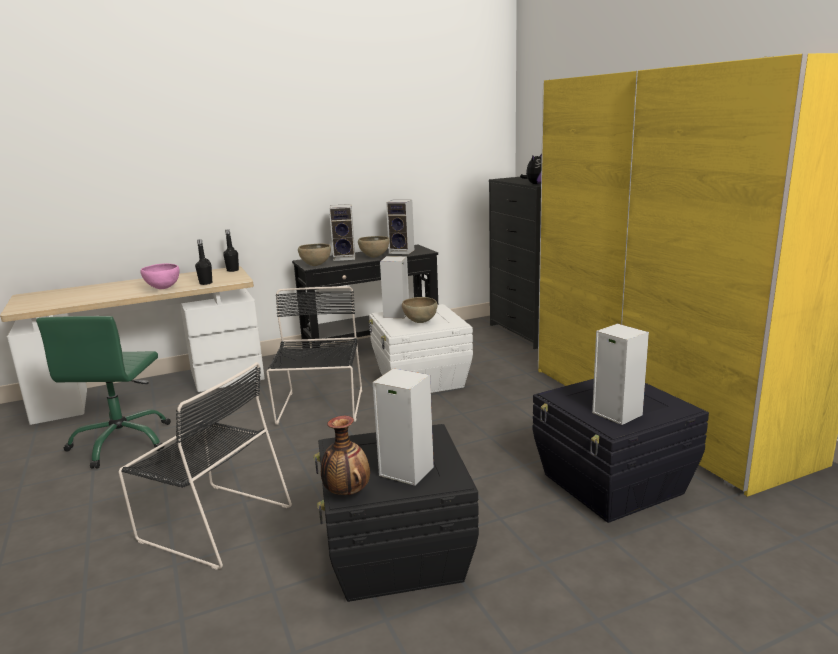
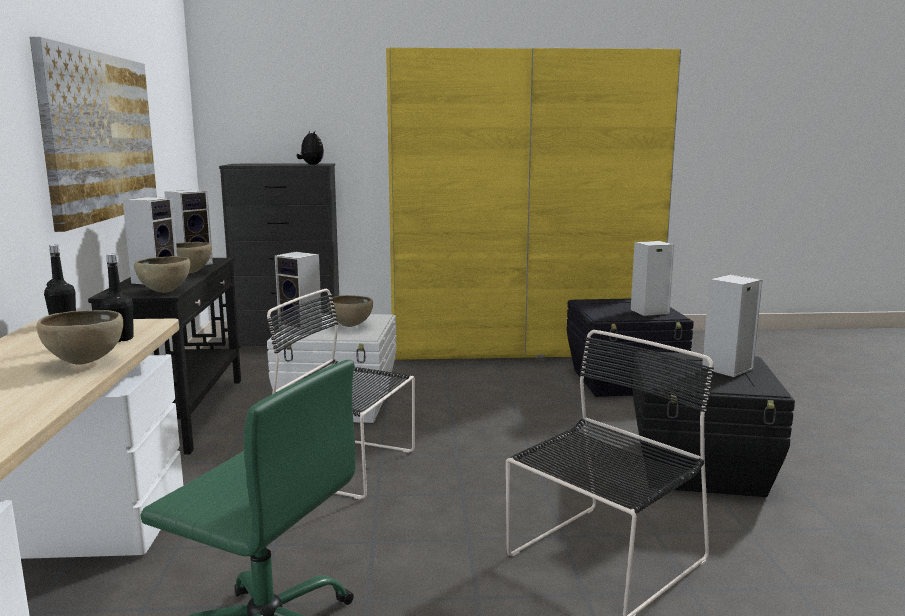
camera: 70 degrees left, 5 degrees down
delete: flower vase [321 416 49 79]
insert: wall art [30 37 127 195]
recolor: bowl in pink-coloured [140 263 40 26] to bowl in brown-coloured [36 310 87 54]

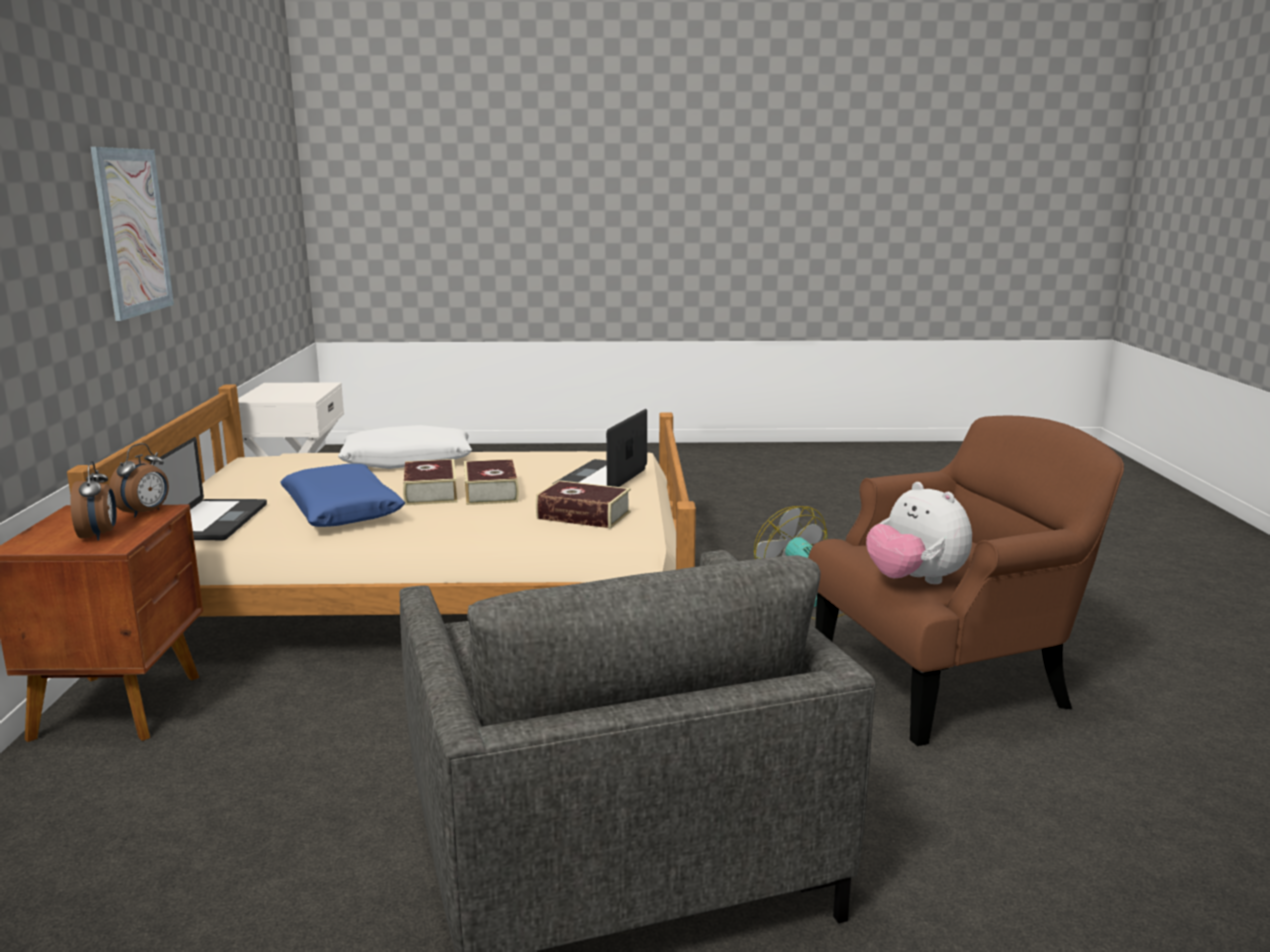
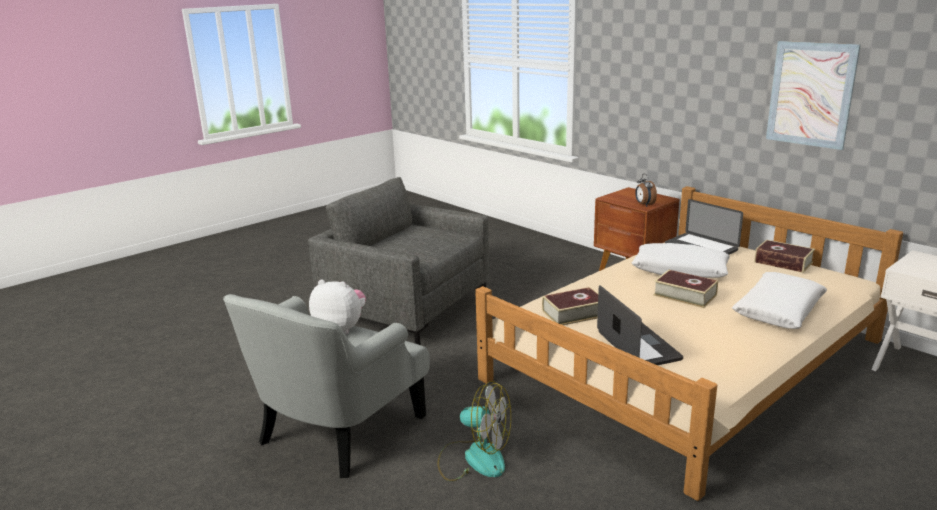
camera: 140 degrees right, 5 degrees up
delete: table clock [70 461 47 80]
move: book [464 459 55 46] to [754 240 61 33]
recolor: throw pillow in blue-coloured [280 464 125 63] to throw pillow in white-coloured [632 243 98 35]; armchair in brown-coloured [808 416 316 330] to armchair in greyish [223 294 207 184]

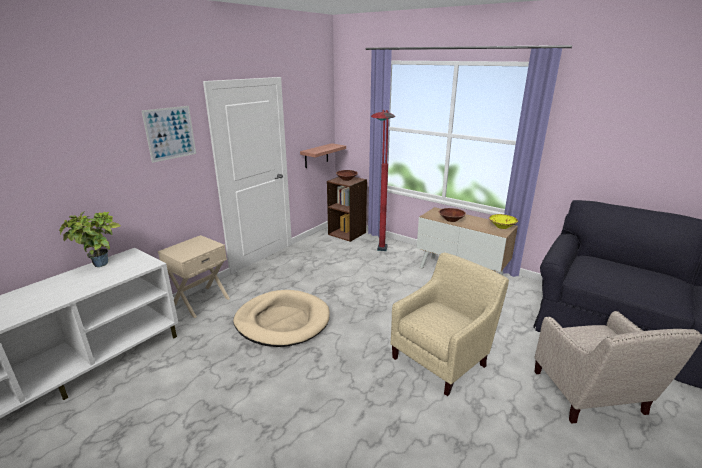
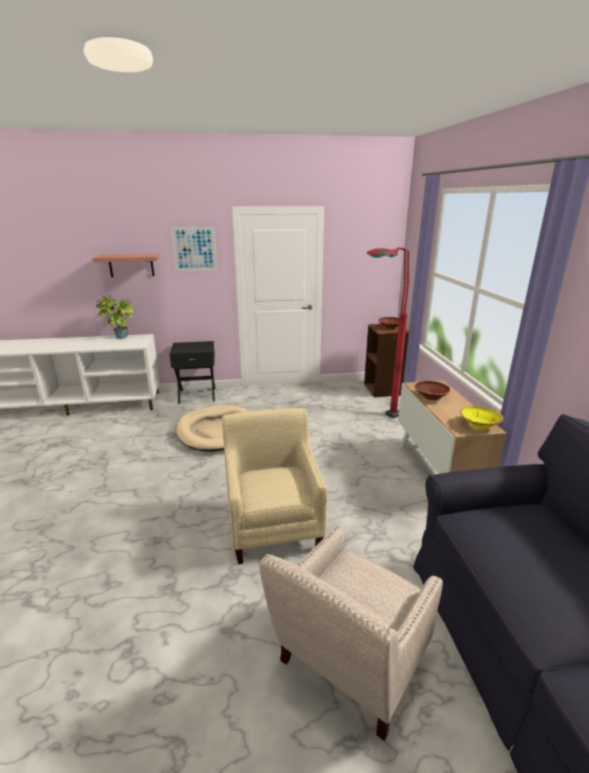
camera: 45 degrees right, 0 degrees up
move: bracket shelf [300 143 46 25] to [92 254 68 23]
recolor: bedside table in sand-coloured [158 235 72 83] to bedside table in black-coloured [170 341 45 63]
rotate: armchair in sand-coloured [390 252 119 144] = [222 408 105 156] 105 degrees counterclockwise

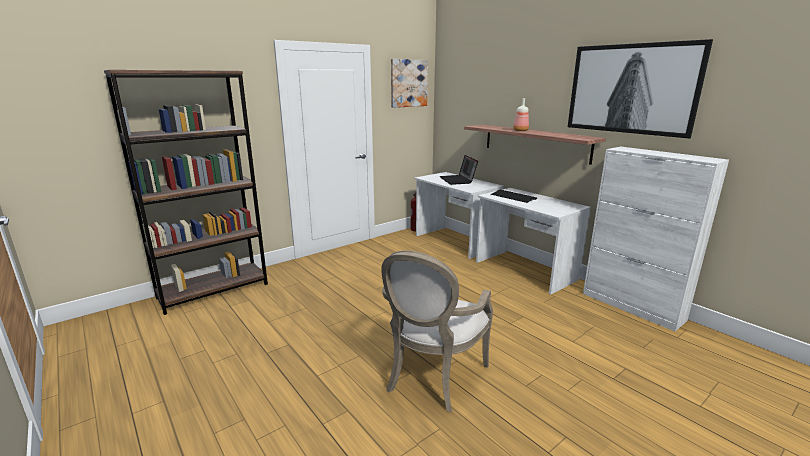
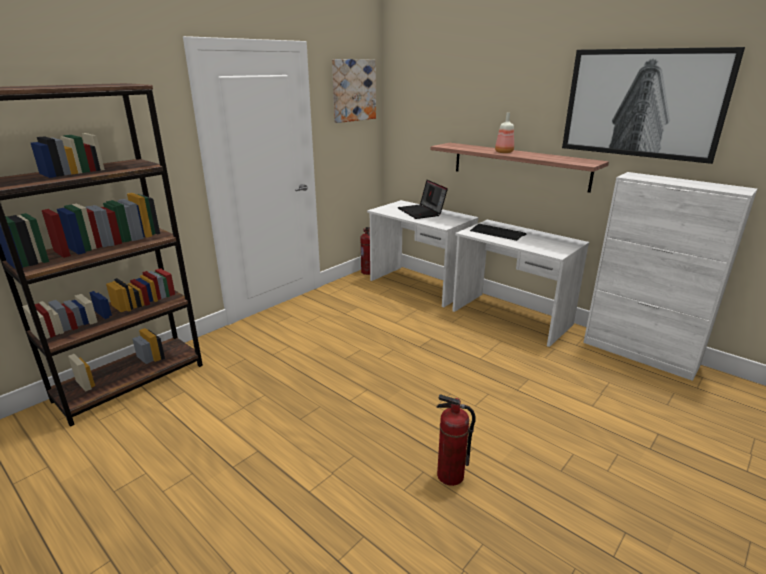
camera: 10 degrees left, 5 degrees up
replace: armchair [381 250 112 162] to fire-fighting cylinder [436 394 40 92]

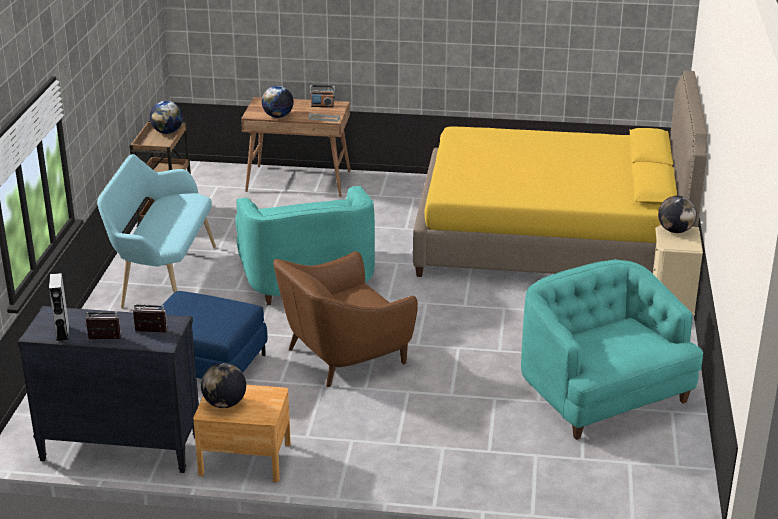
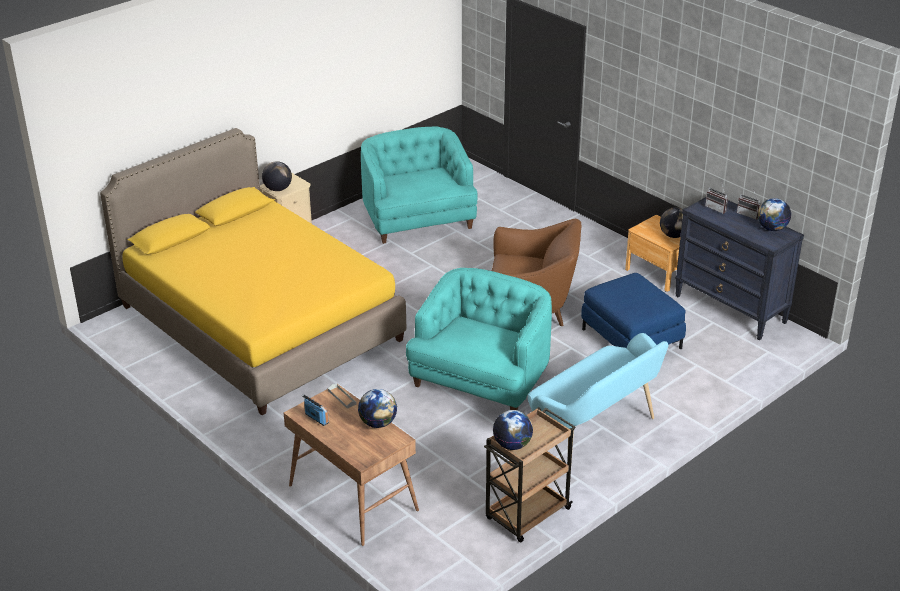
camera: 140 degrees left, 5 degrees up
replace: audio speaker in greyish [49 273 20 69] to world globe [758 198 33 33]
rotate: armchair in turquoise-coloured [521 259 182 181] = [361 126 117 118] 150 degrees clockwise

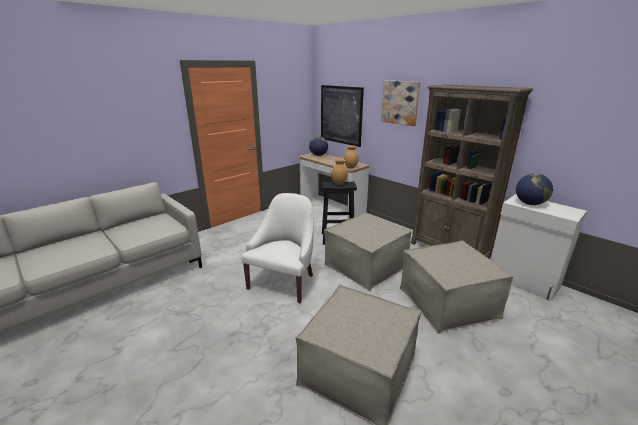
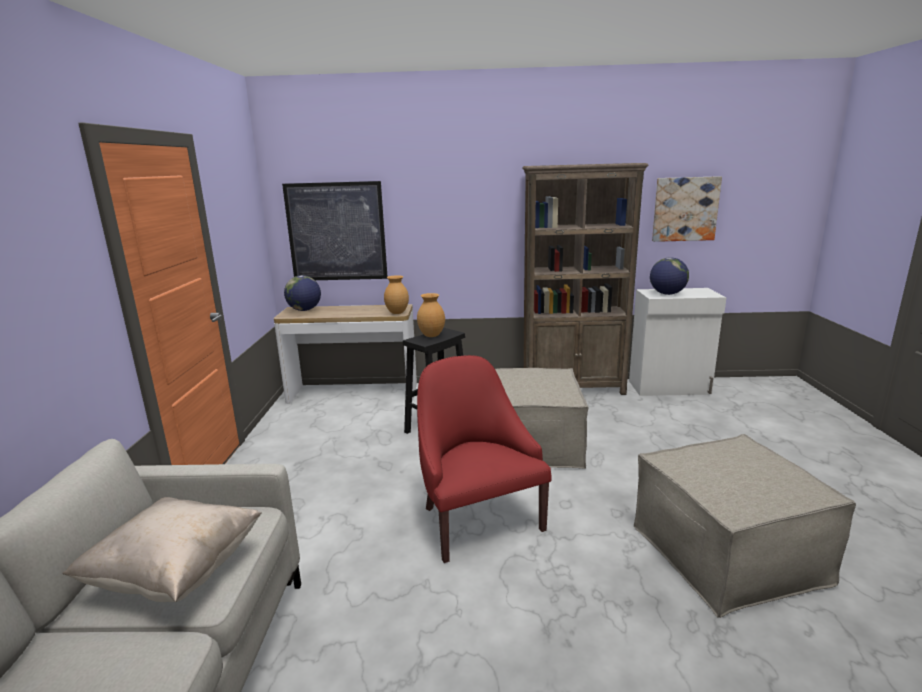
camera: 45 degrees left, 5 degrees down
delete: footrest in sand-coloured [400 240 113 94]
insert: throw pillow in sand-coloured [63 497 199 105]
move: wall art [381 80 40 46] to [652 176 70 66]
recolor: armchair in white-coloured [242 193 72 110] to armchair in reddish [417 355 135 208]

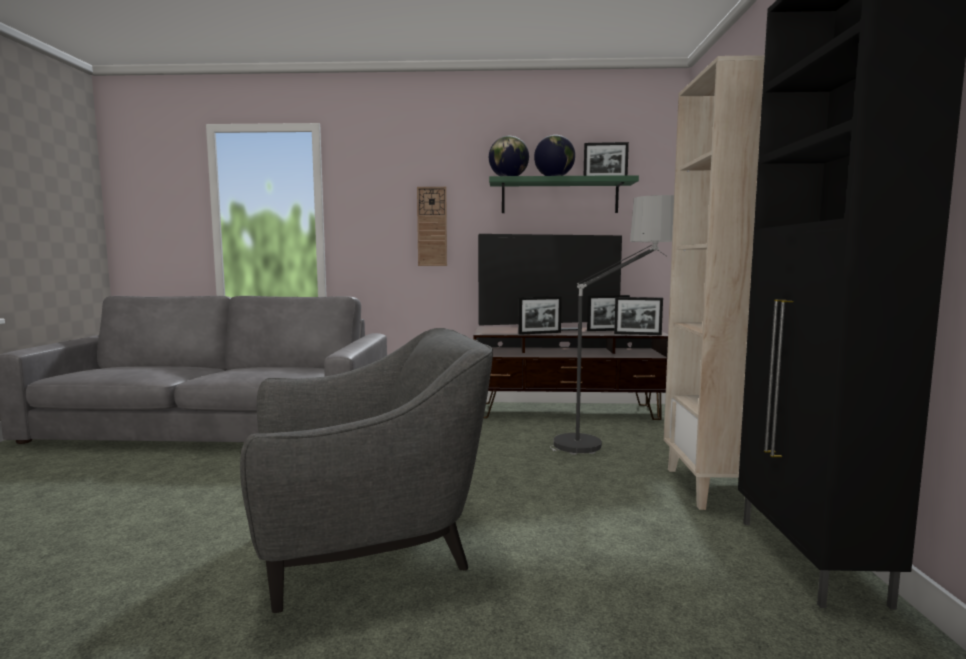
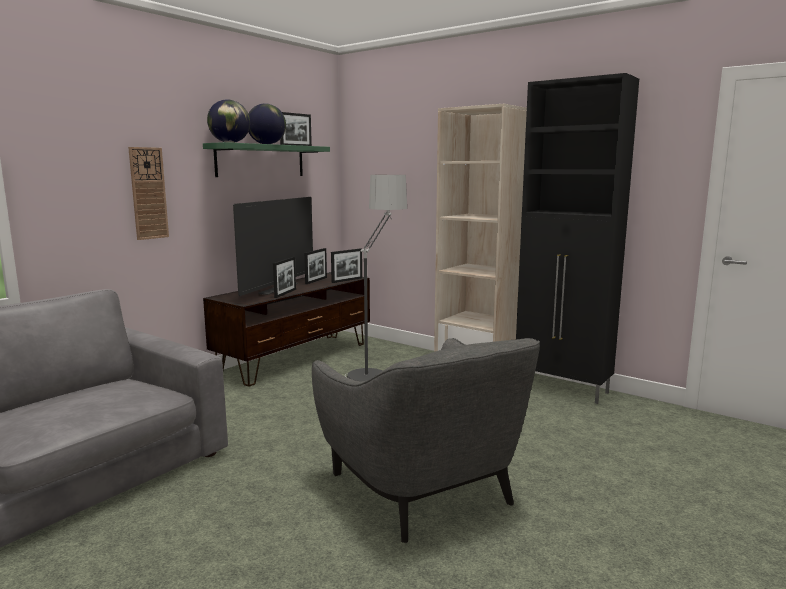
camera: 55 degrees left, 5 degrees up
rotate: armchair in greyish [240 328 253 285] = [312 338 228 205] 135 degrees clockwise

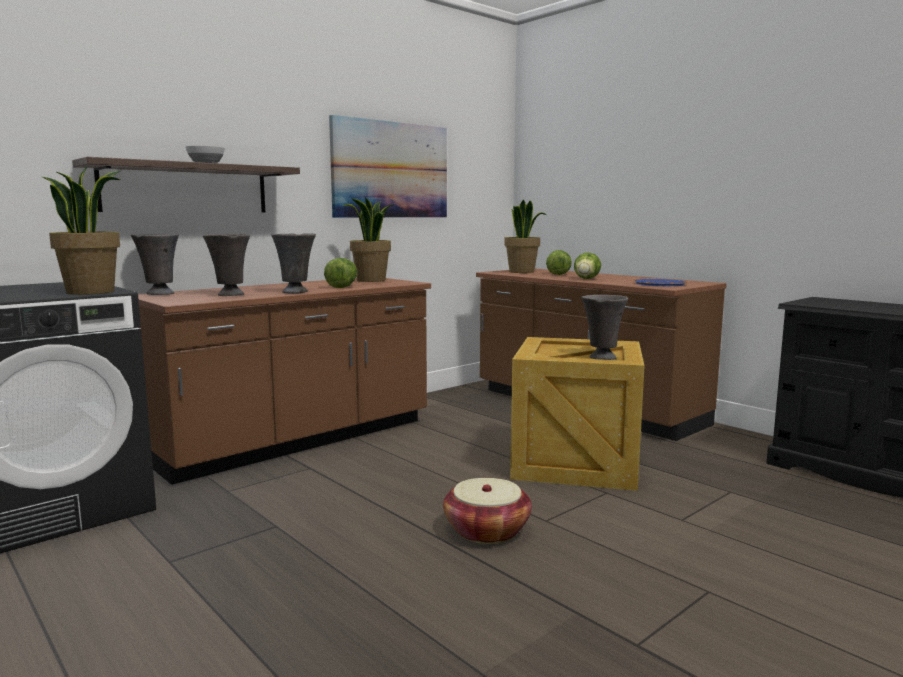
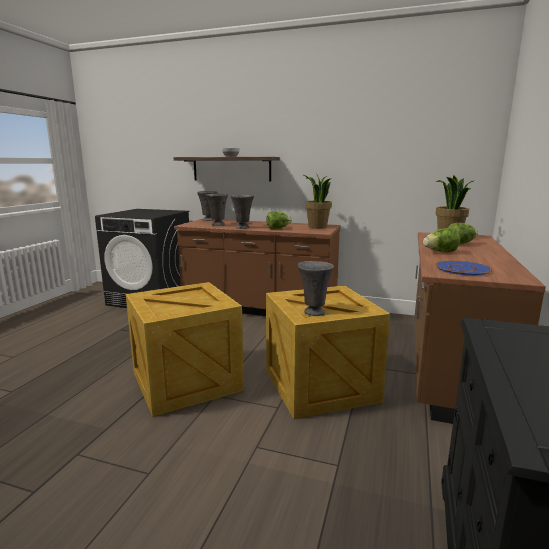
camera: 60 degrees right, 5 degrees up
delete: plant in a pot [42 167 78 128]; wall art [329 115 118 103]
replace: storage basket [443 478 89 66] to packing crate [126 282 118 135]

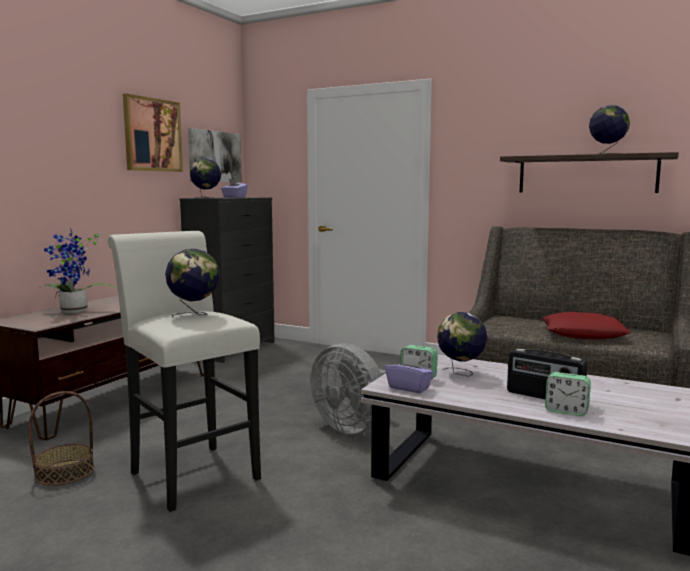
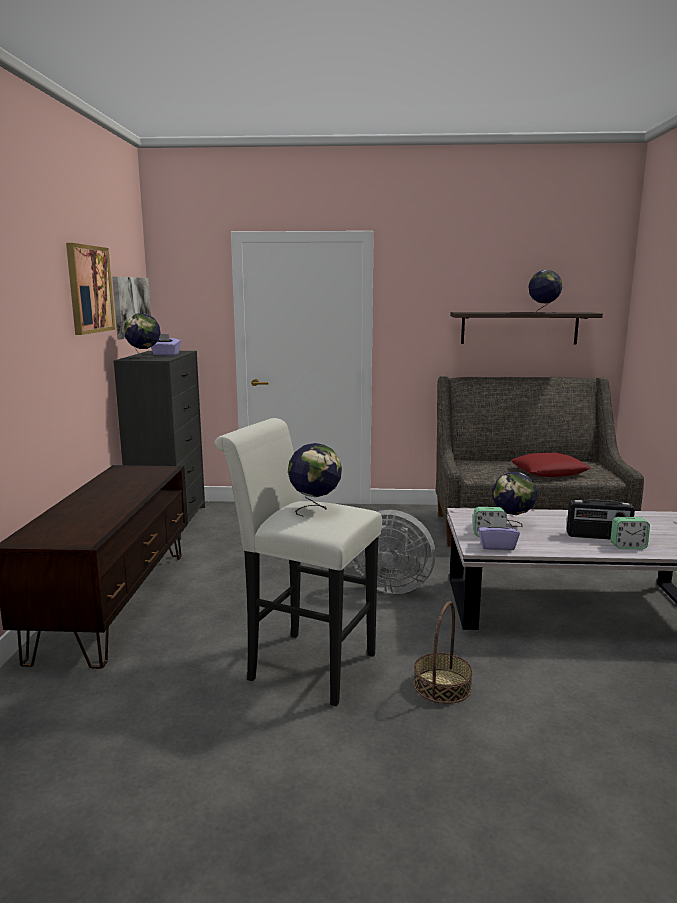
camera: 25 degrees left, 5 degrees up
delete: plant in a pot [39 228 78 85]
move: storage basket [28 391 66 95] to [414 601 59 103]

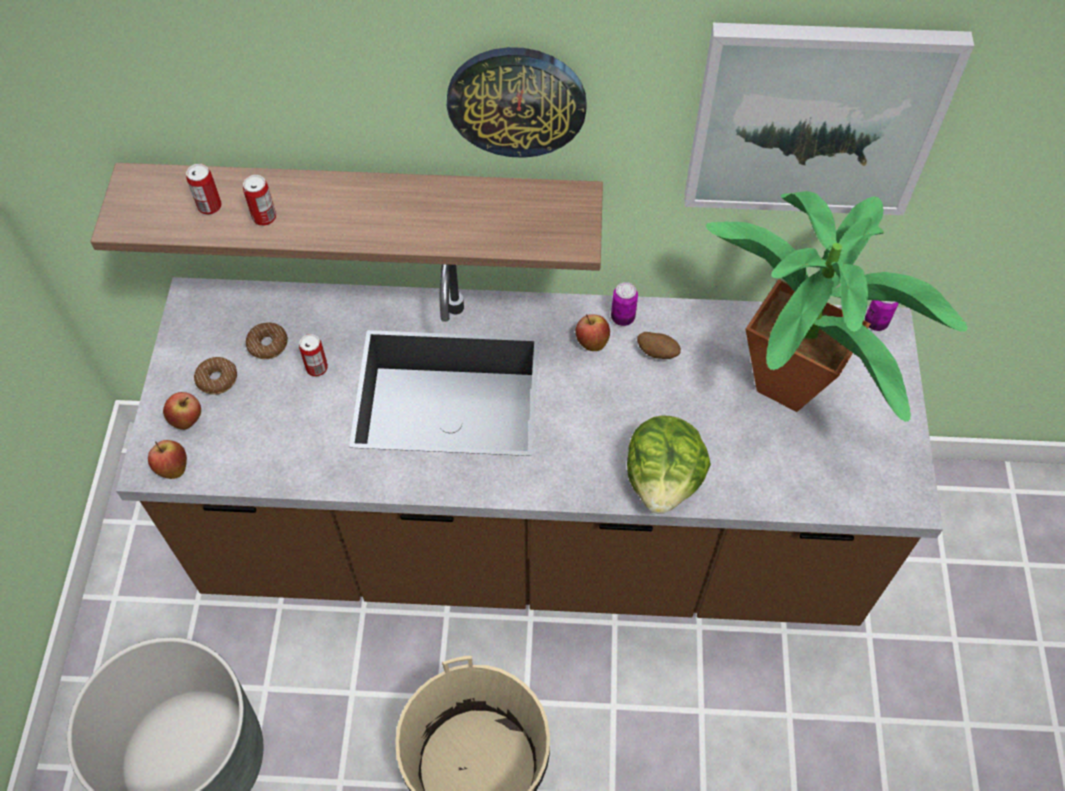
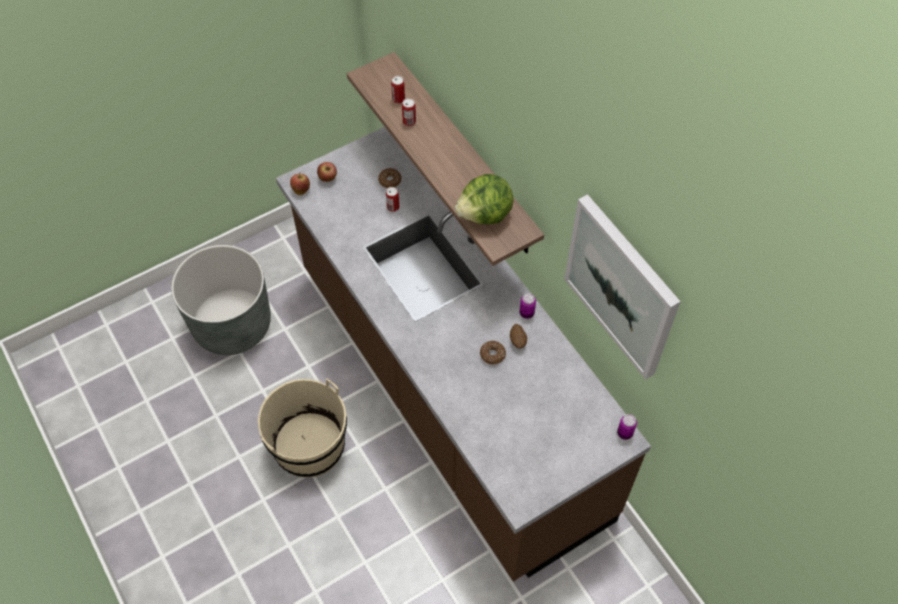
camera: 55 degrees right, 0 degrees up
delete: hanging clock [447 47 140 111]; whole apple [575 314 35 37]; plant in a pot [705 191 263 231]
move: donut [194 357 43 38] to [480 341 26 24]; head of lettuce [627 416 84 98] to [455 174 59 50]

